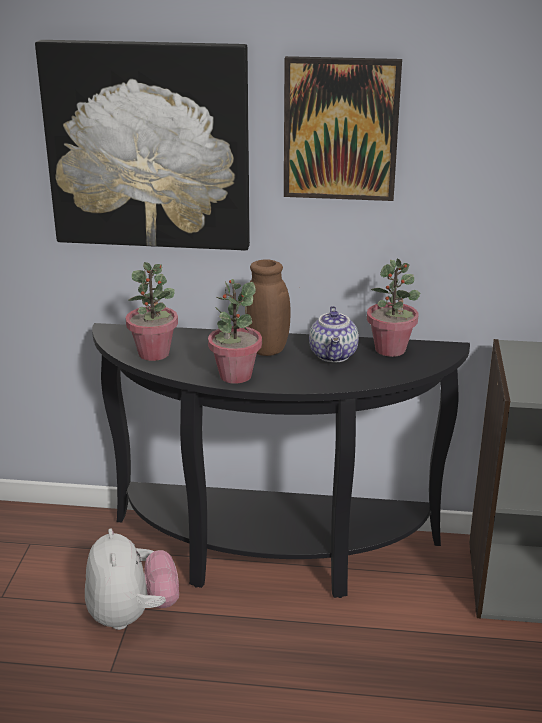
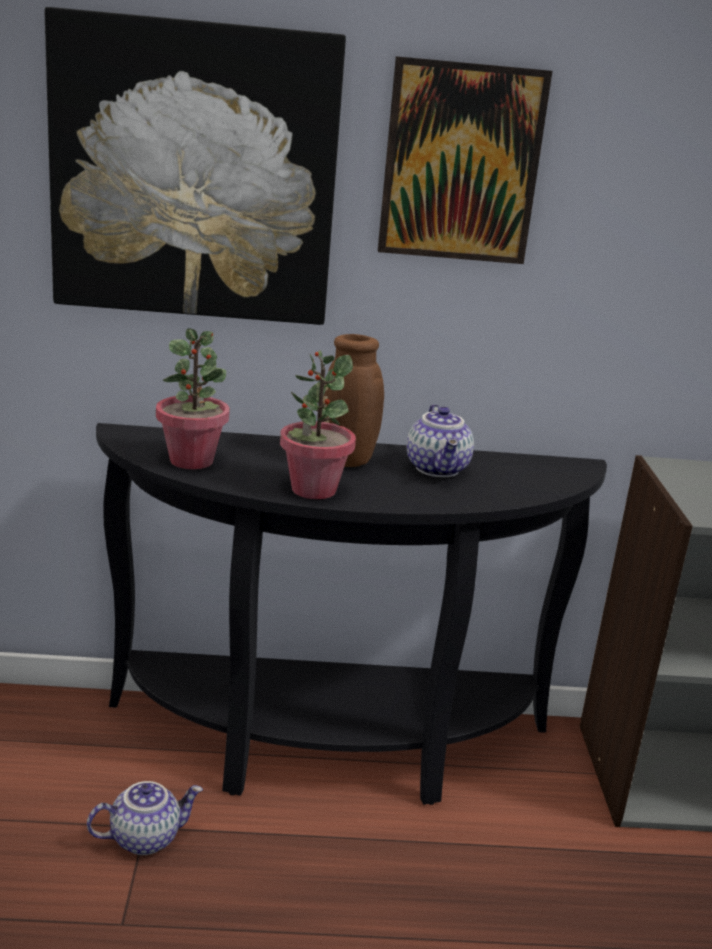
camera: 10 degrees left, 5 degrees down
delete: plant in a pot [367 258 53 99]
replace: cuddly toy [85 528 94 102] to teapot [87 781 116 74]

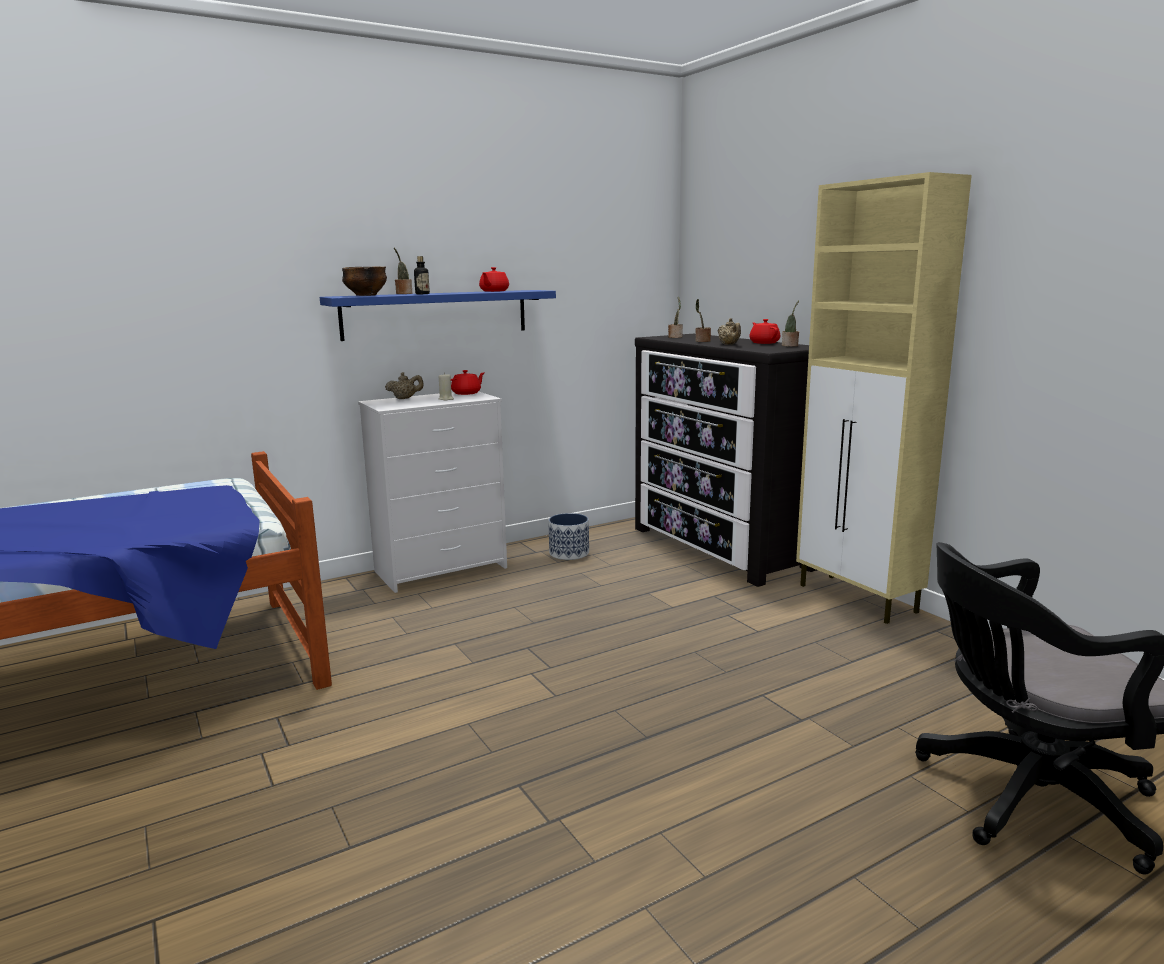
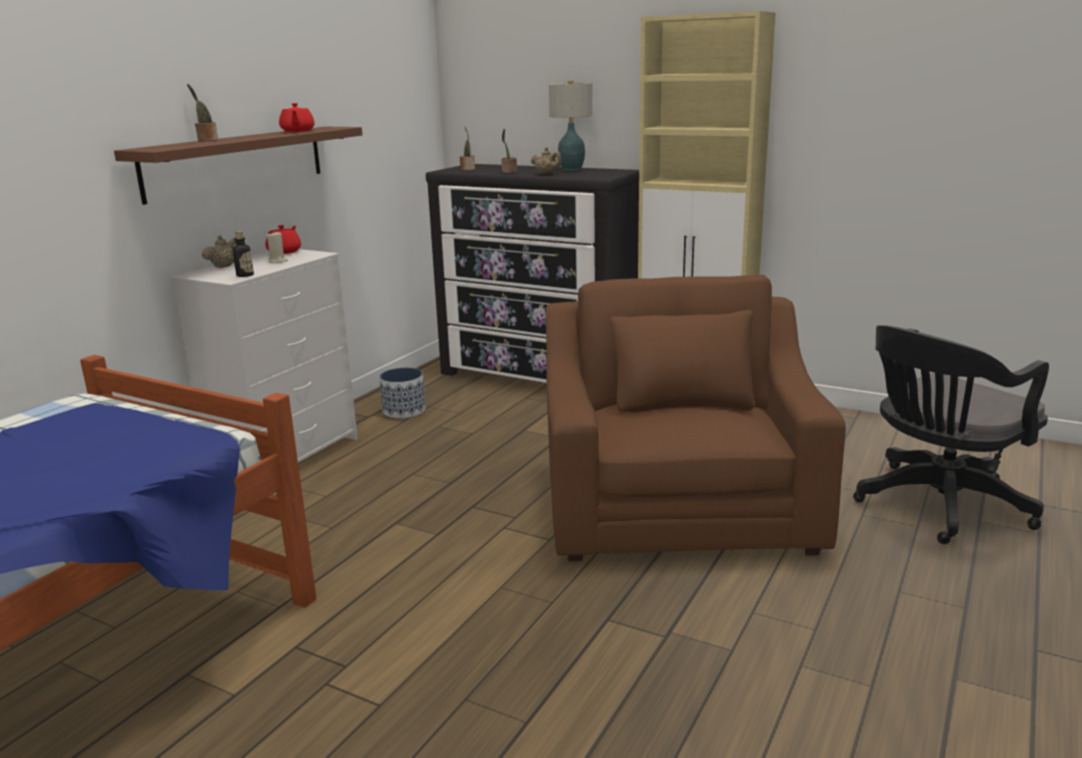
camera: 30 degrees left, 5 degrees up
delete: bowl [342 266 45 30]; plant in a pot [782 300 17 47]
insert: armchair in brown-coloured [546 275 300 286]
move: bottle [414 256 16 38] to [232 231 22 46]
replace: teapot in reddish [749 319 31 25] to table lamp [549 80 43 91]
recolor: bracket shelf in blue-coloured [320 290 236 51] to bracket shelf in brown-coloured [114 127 248 78]

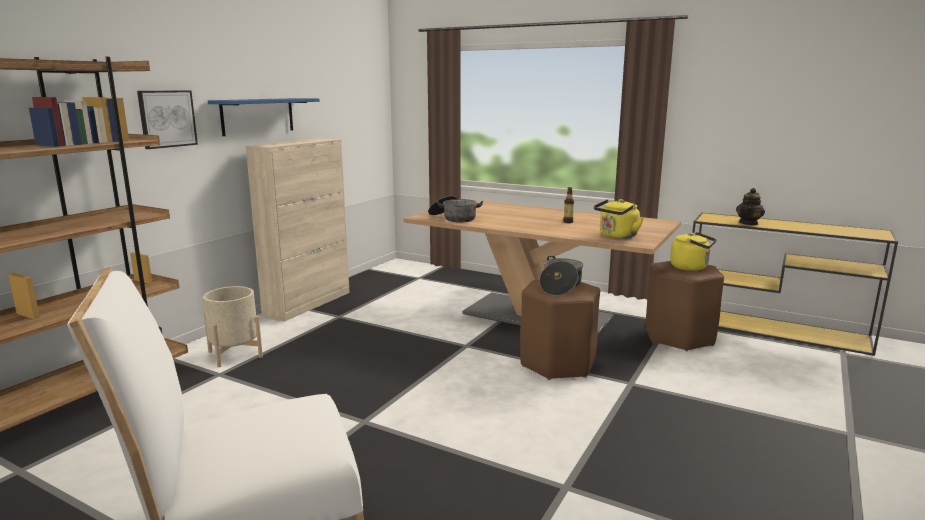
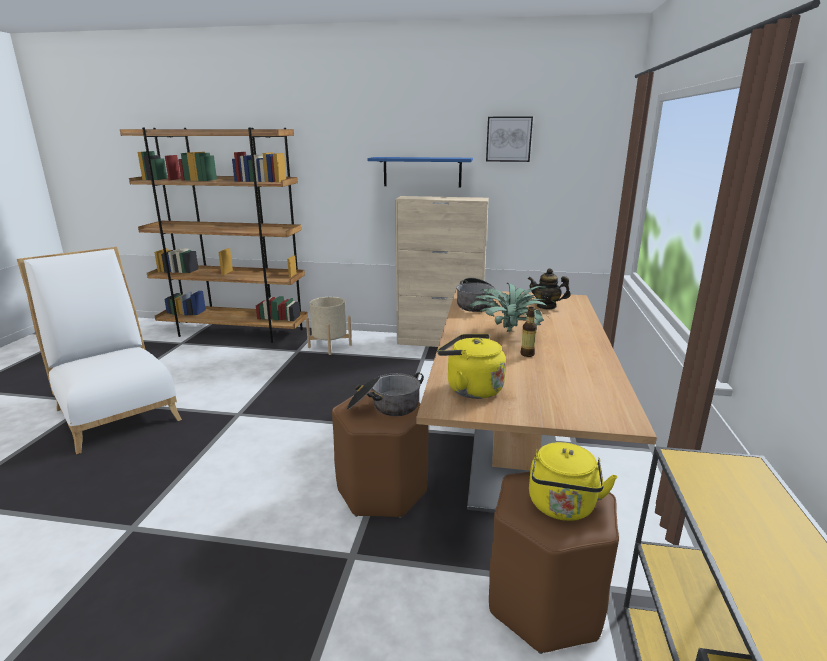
camera: 70 degrees right, 5 degrees up
insert: plant in a pot [468 283 88 49]
move: wall art [137 90 61 59] to [486 116 47 46]; teapot [736 188 29 38] to [528 268 43 41]

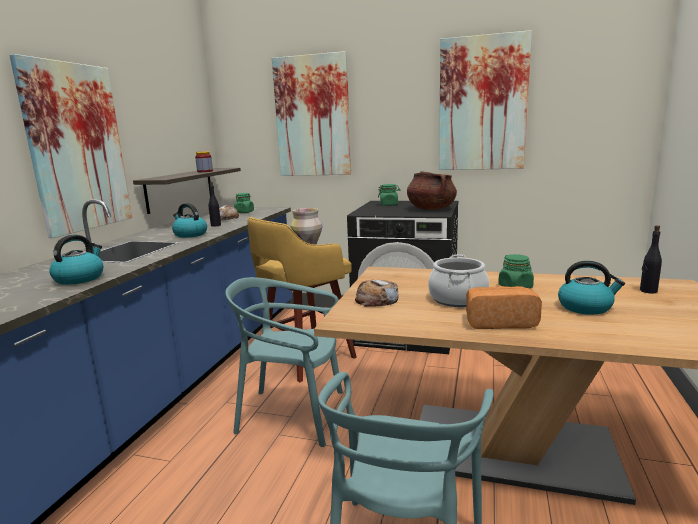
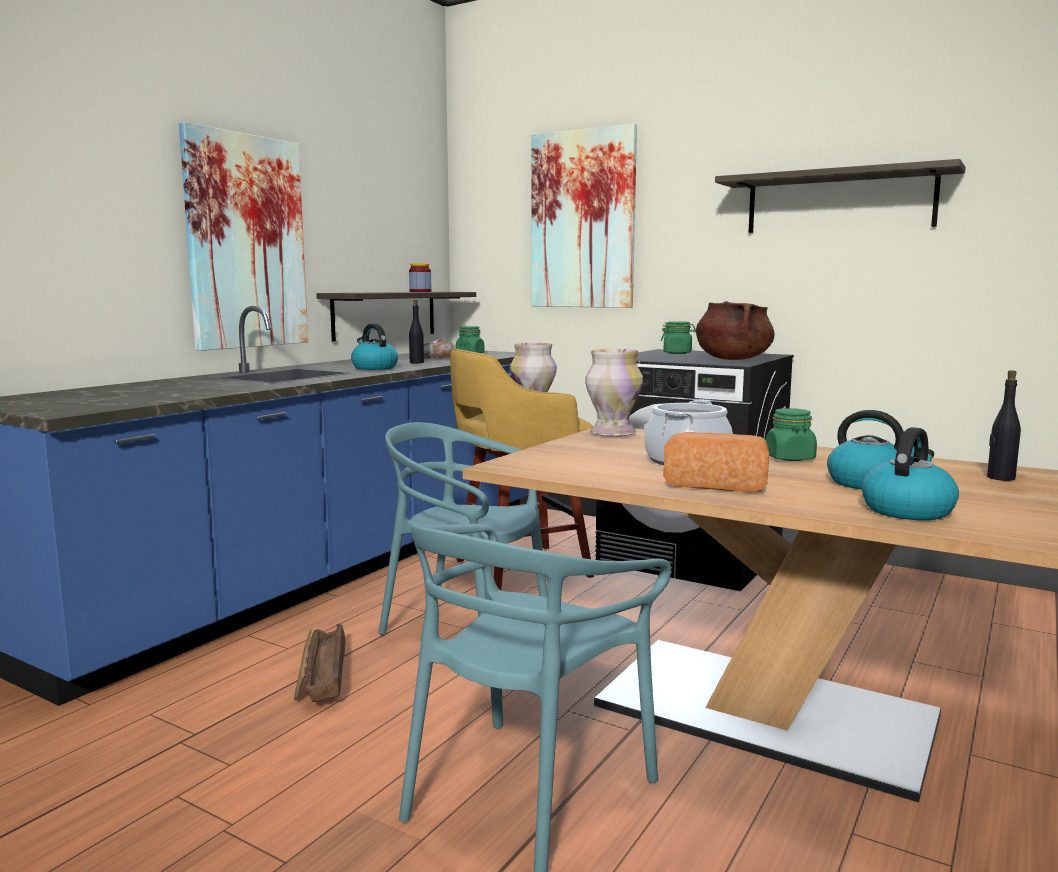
camera: 15 degrees right, 5 degrees down
delete: bread [355 279 44 28]
insert: packing crate [294 623 51 79]; flower vase [585 349 58 87]
move: water kettle [49 235 54 50] to [862 427 97 93]
replace: wall art [439 30 93 140] to bracket shelf [715 159 251 74]

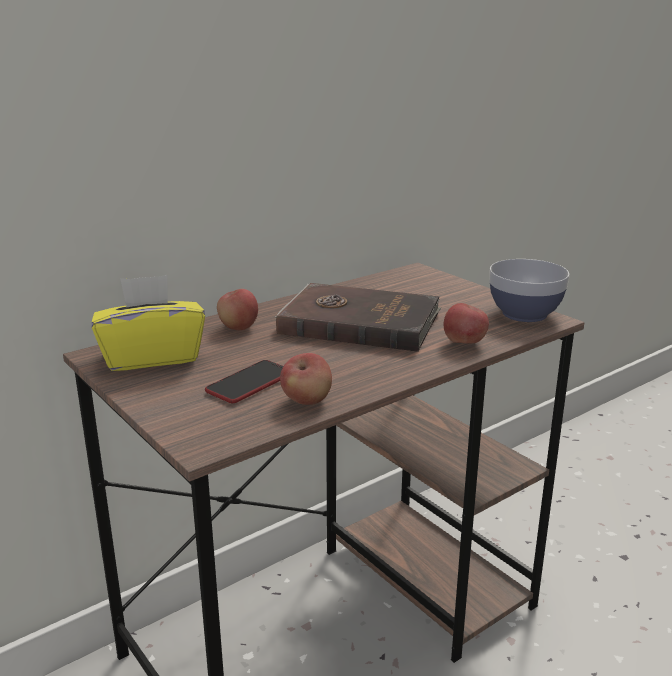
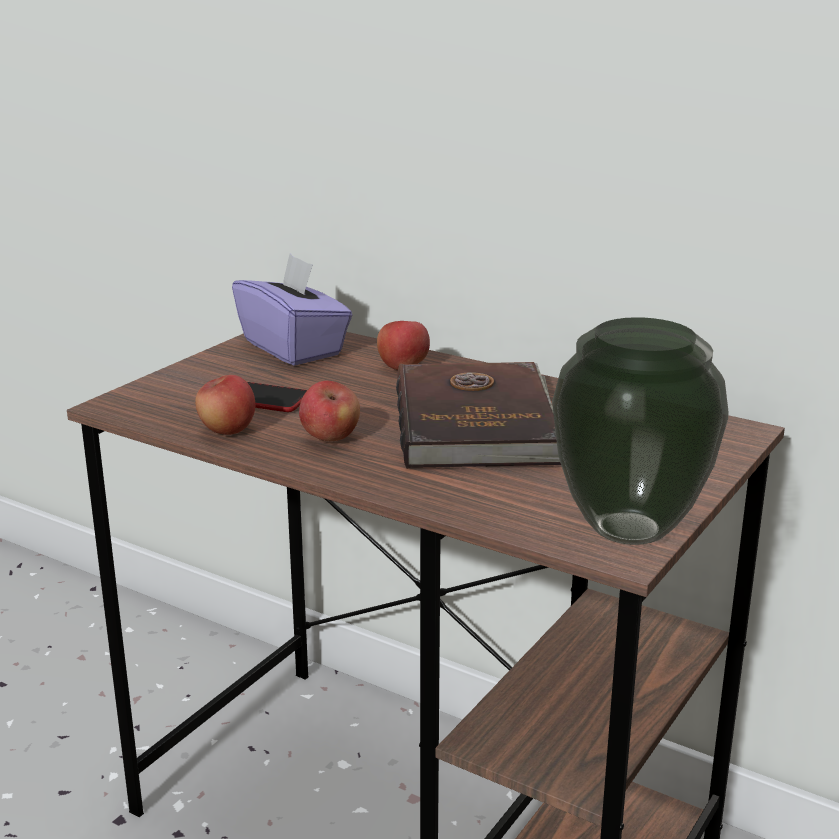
camera: 70 degrees right, 0 degrees up
move: whole apple [444 303 45 40] to [299 381 61 60]
replace: bowl [489 259 81 63] to flower vase [552 317 176 228]
recolor: tissue box in yellow [92 275 113 96] to tissue box in purple [232 254 121 112]

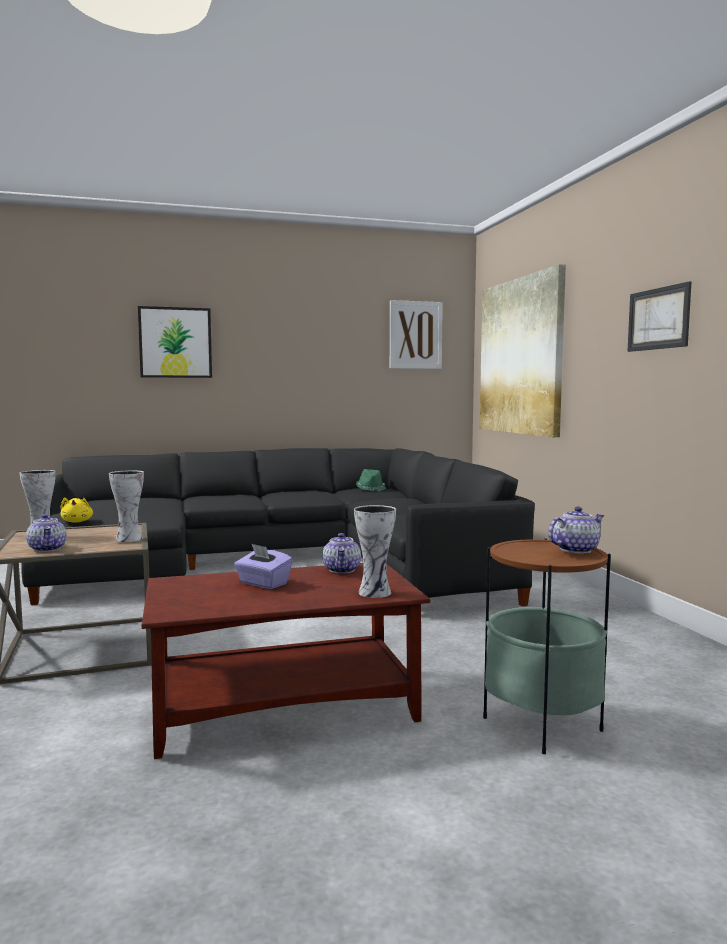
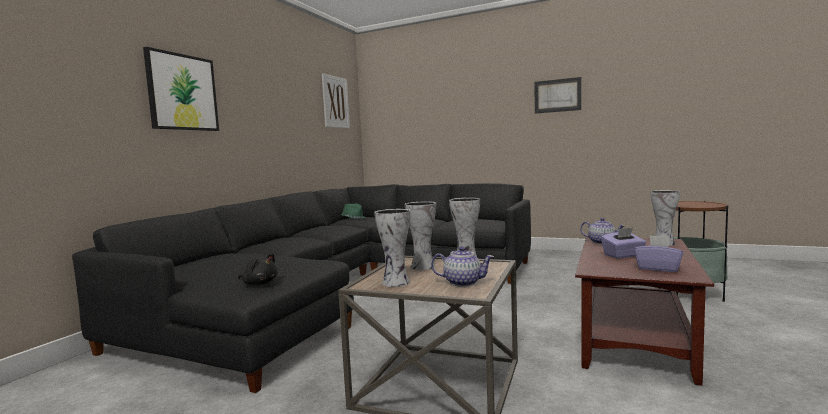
camera: 50 degrees left, 0 degrees up
delete: wall art [480 264 86 173]; teapot [548 506 57 47]
insert: flower vase [405 201 31 69]; tissue box in purple [634 235 49 37]
recolor: cuddly toy in yellow [61 498 32 25] to cuddly toy in black-coloured [238 253 40 32]

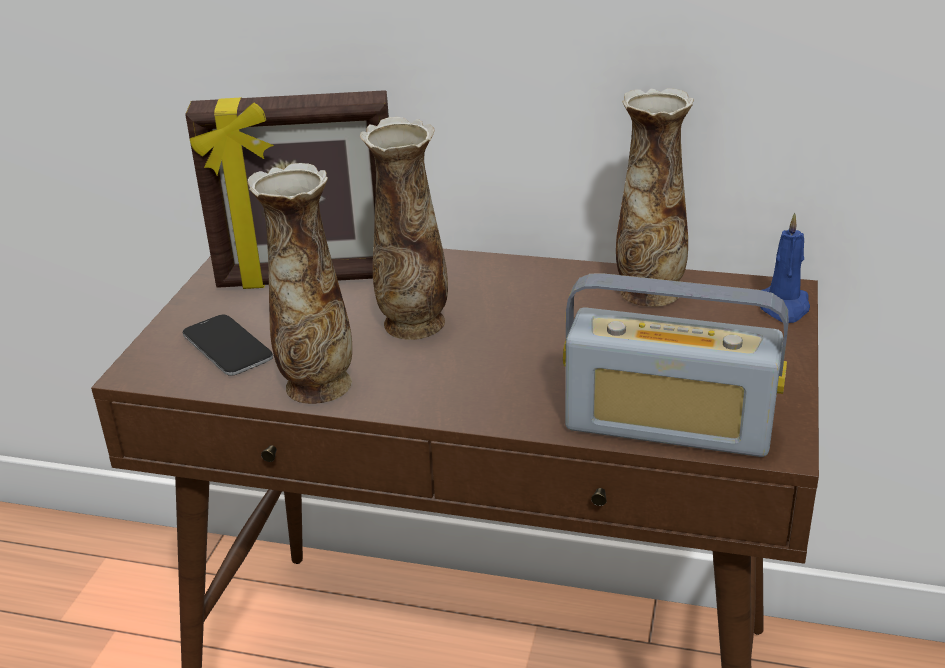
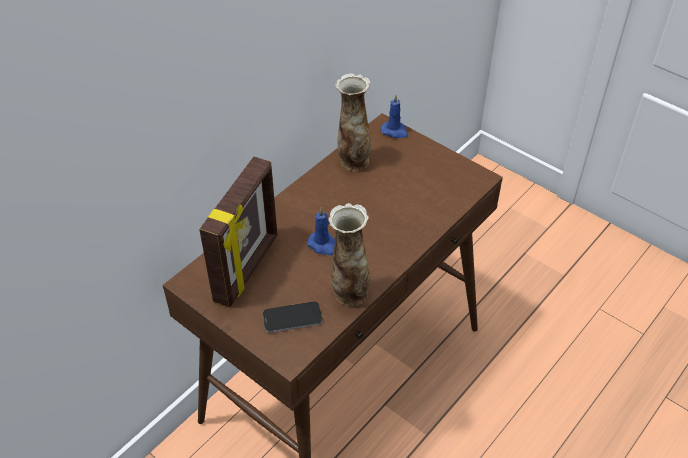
camera: 65 degrees left, 15 degrees up
delete: radio receiver [563 273 226 184]
replace: flower vase [360 117 88 223] to wax light in blue-coloured [307 208 28 47]

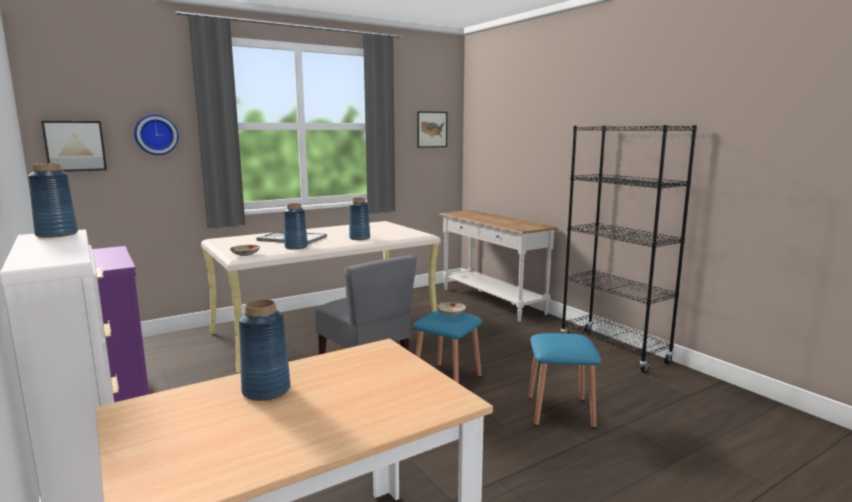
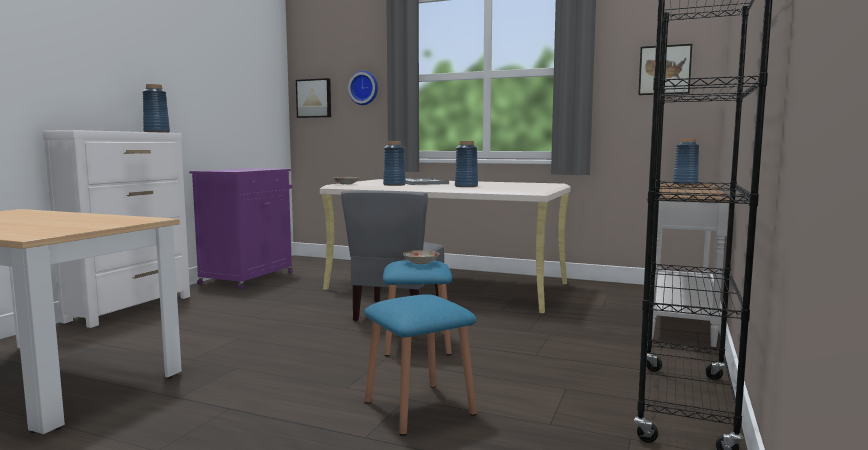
camera: 55 degrees right, 5 degrees down
move: flower vase in blue-coloured [239 299 52 102] to [673 138 26 47]

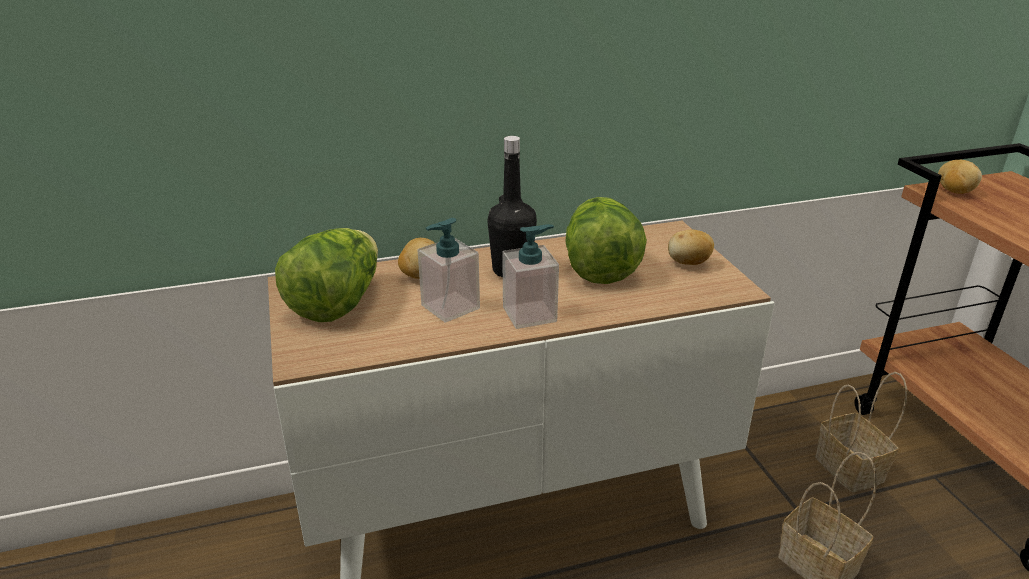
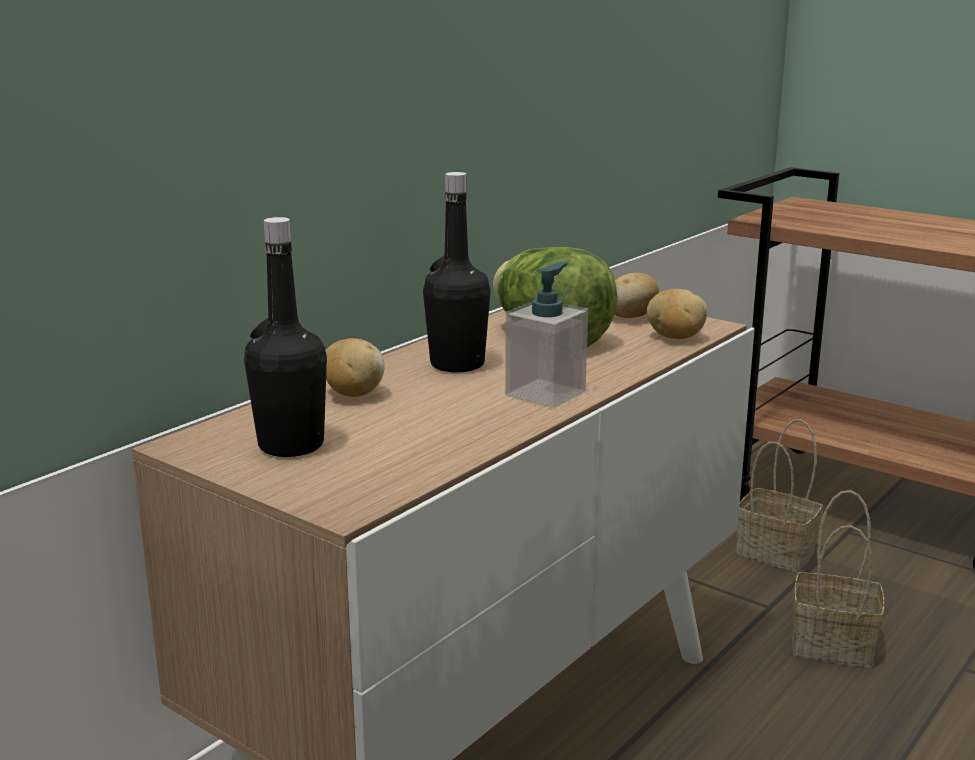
camera: 35 degrees left, 10 degrees down
delete: soap dispenser [418 218 62 105]
move: spud [938 160 44 34] to [647 289 60 50]
replace: head of lettuce [275 228 103 94] to bottle in black-coloured [244 217 83 240]

